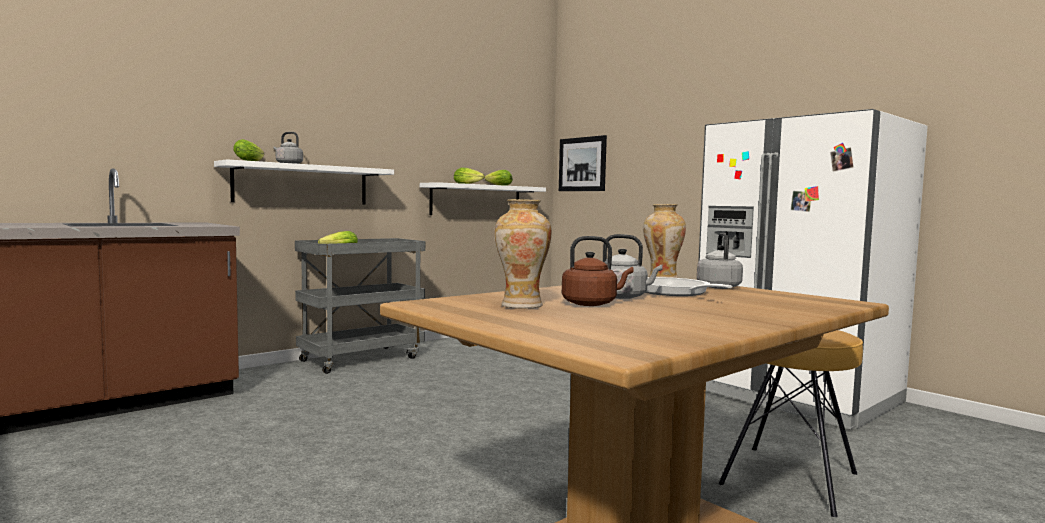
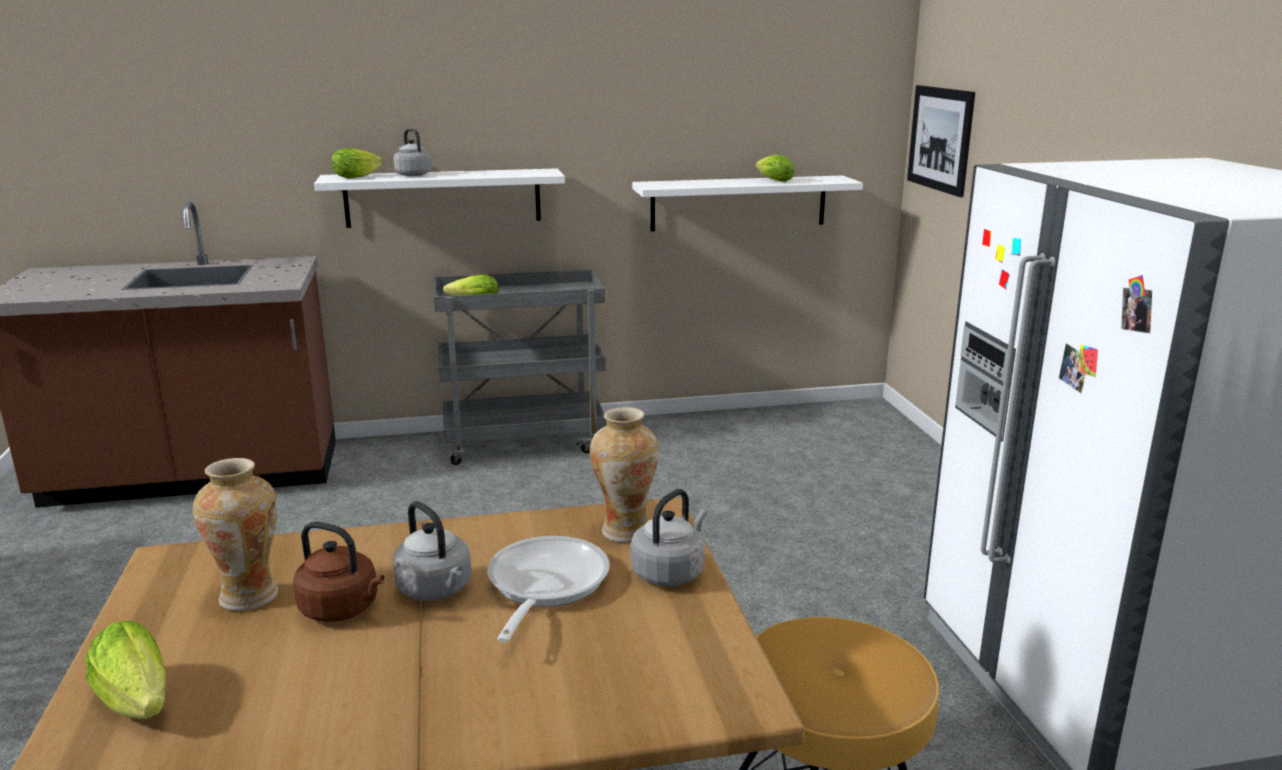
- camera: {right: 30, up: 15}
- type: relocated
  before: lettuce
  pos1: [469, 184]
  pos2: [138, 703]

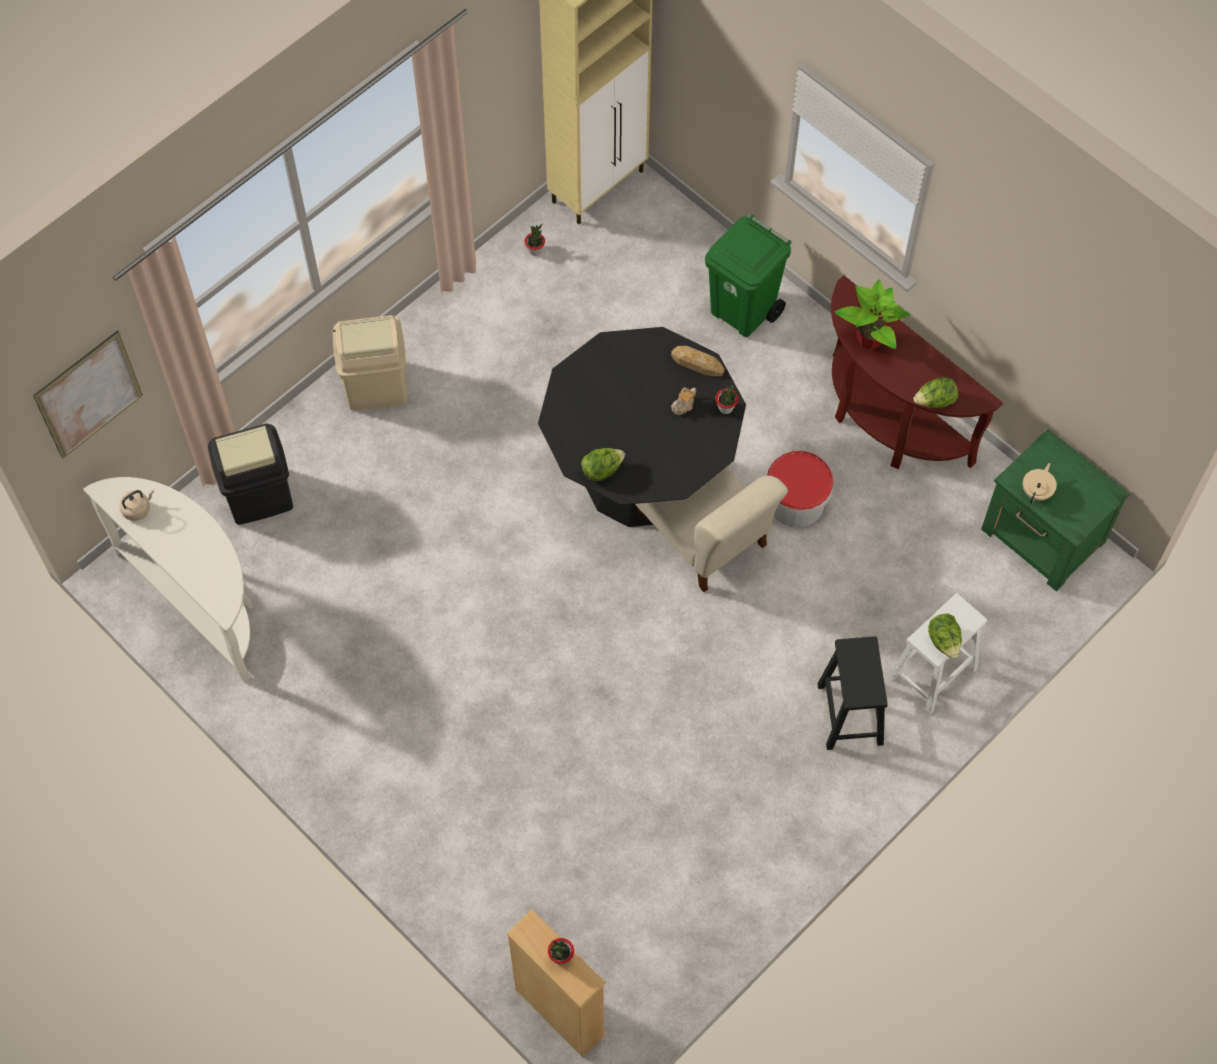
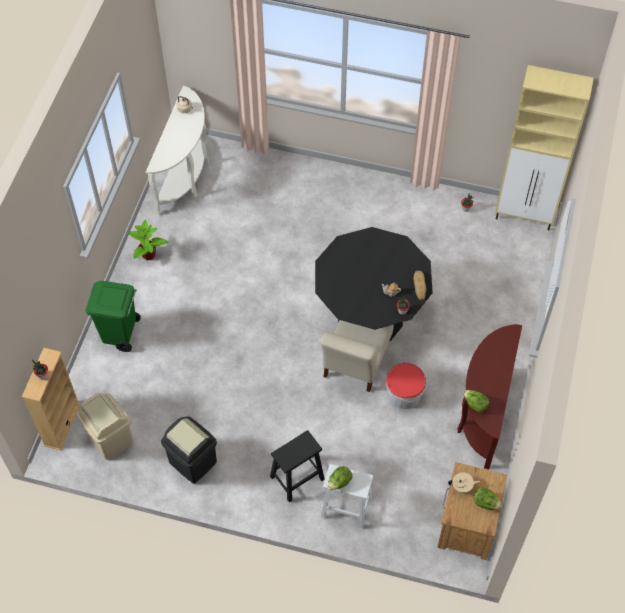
- camera: {right: 60, up: -5}
- type: missing
  before: picture
  pos1: [89, 394]
- type: relocated
  before: black trash can
  pos1: [259, 496]
  pos2: [192, 462]
- type: relocated
  before: beige trash can
  pos1: [376, 386]
  pos2: [110, 439]
- type: relocated
  before: lettuce
  pos1: [602, 470]
  pos2: [485, 503]
- type: relocated
  before: green trash can
  pos1: [743, 311]
  pos2: [120, 334]
- type: relocated
  before: potted plant
  pos1: [870, 339]
  pos2: [148, 255]
- type: colour
  before: green nightstand
  after: brown nightstand
  pos1: [1043, 537]
  pos2: [466, 525]

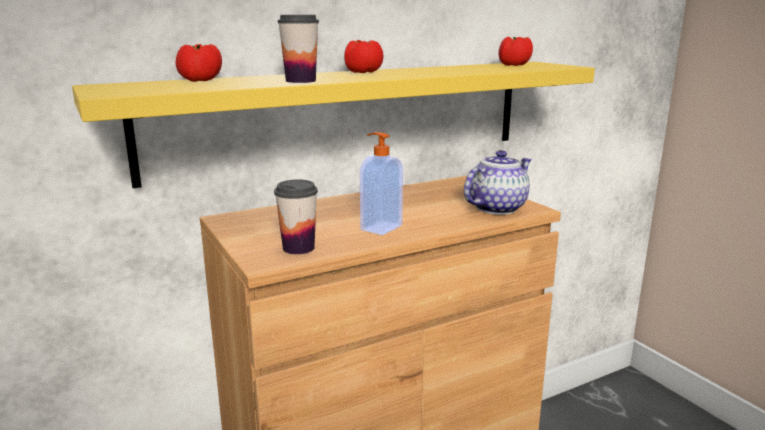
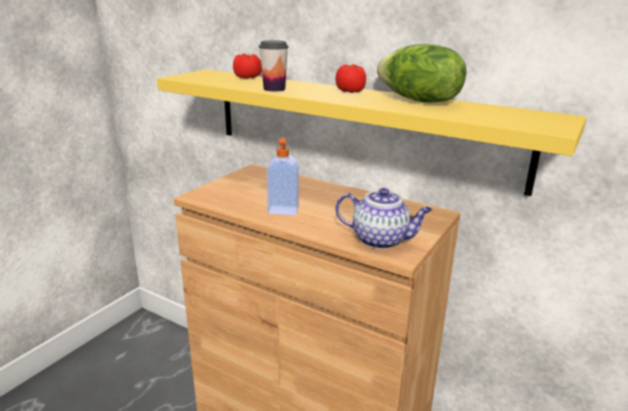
- camera: {right: 60, up: 5}
- type: missing
  before: cup
  pos1: [298, 248]
- type: missing
  before: tomato
  pos1: [513, 65]
- type: appeared
  after: lettuce
  pos2: [418, 101]

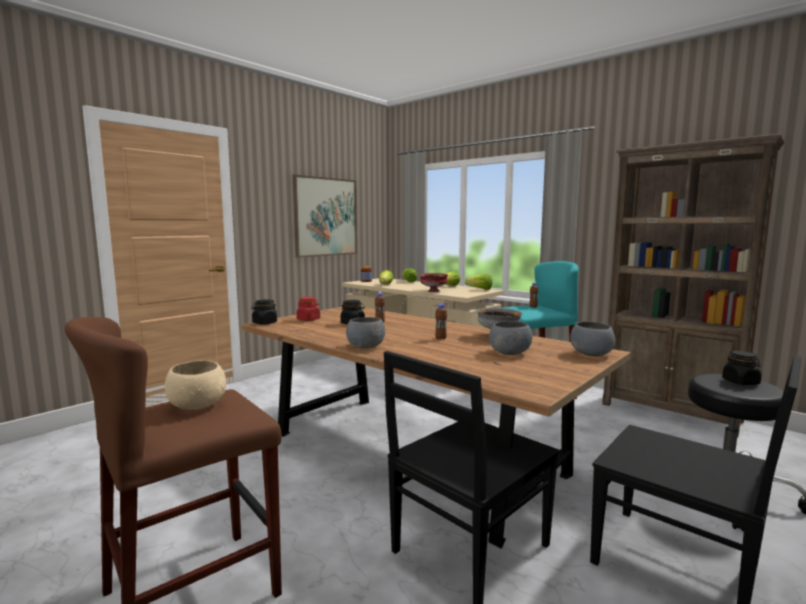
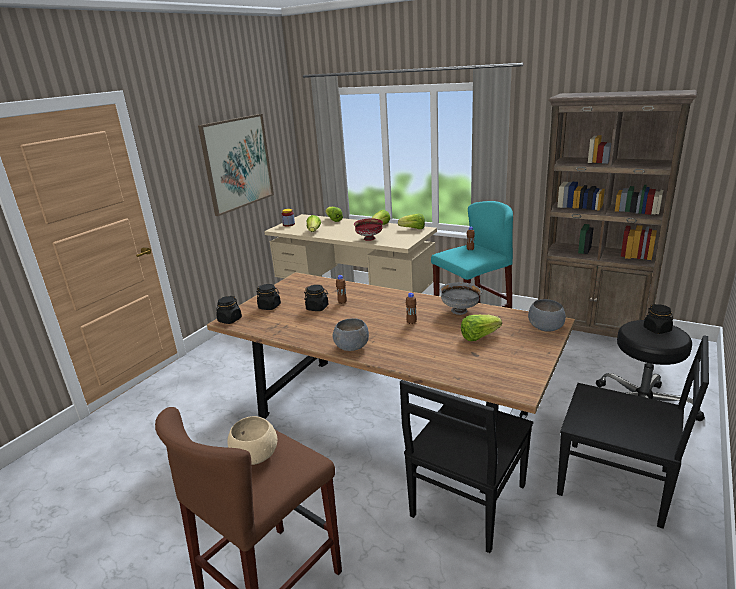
- camera: {right: -10, up: 15}
- type: exchanged
  before: grey bowl
  after: lettuce
  pos1: [509, 353]
  pos2: [479, 336]
- type: colour
  before: red jar
  after: black jar
  pos1: [308, 319]
  pos2: [269, 306]

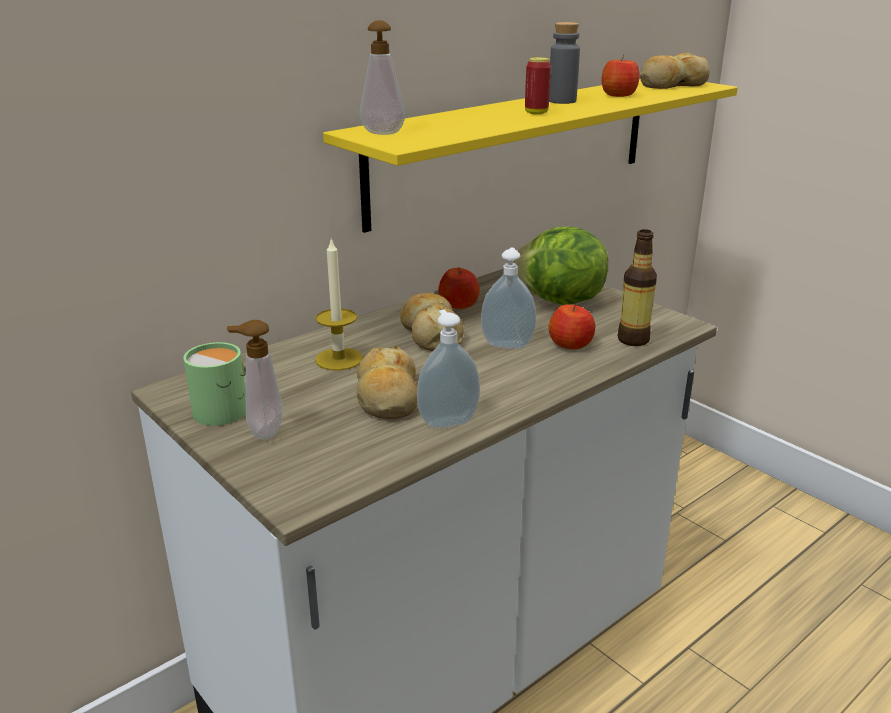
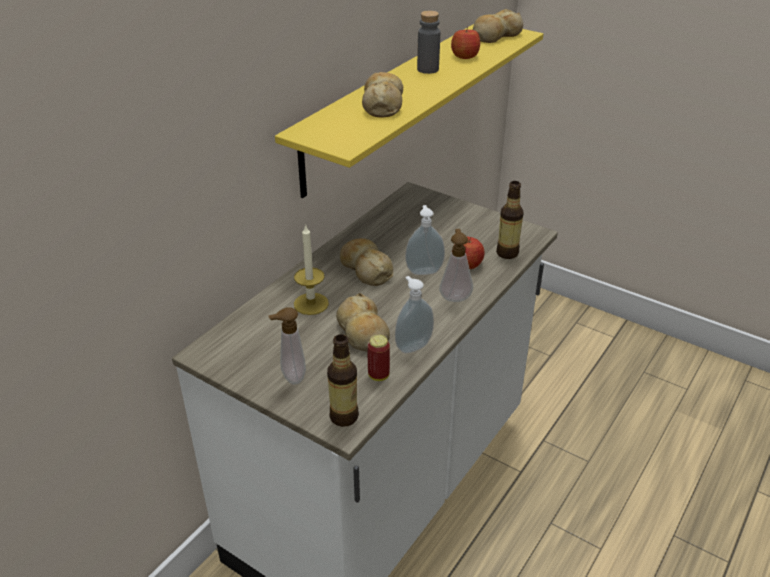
- camera: {right: -15, up: 10}
- type: missing
  before: green mug
  pos1: [225, 408]
- type: missing
  before: apple
  pos1: [459, 305]
- type: missing
  before: lettuce
  pos1: [559, 301]
- type: appeared
  after: bottle
  pos2: [344, 416]
- type: appeared
  after: bread
  pos2: [383, 104]
- type: relocated
  before: soap dispenser
  pos1: [384, 132]
  pos2: [455, 297]
- type: relocated
  before: can
  pos1: [536, 113]
  pos2: [378, 375]

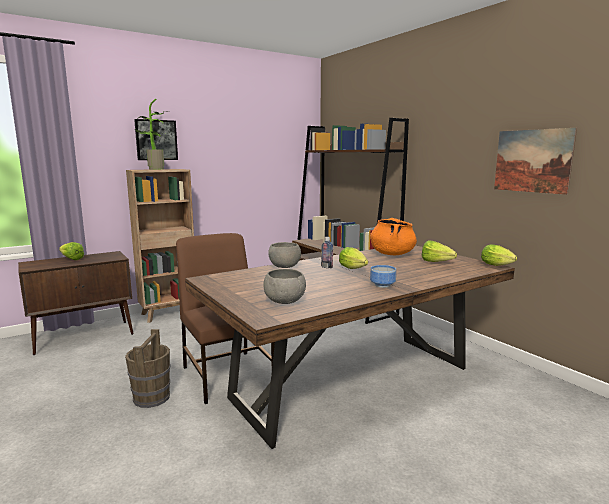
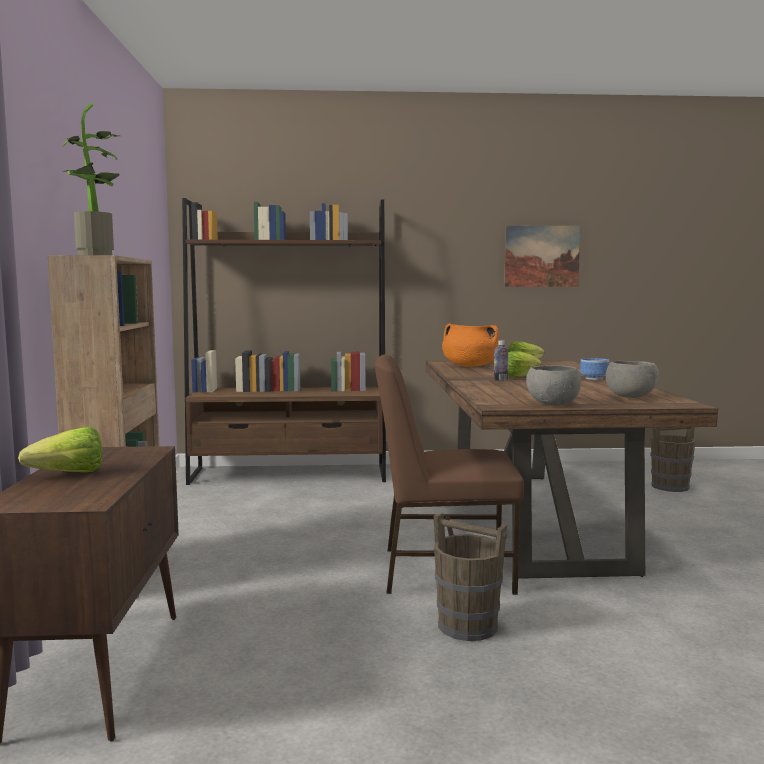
- camera: {right: -60, up: -5}
- type: missing
  before: picture
  pos1: [156, 140]
- type: missing
  before: lettuce
  pos1: [498, 265]
- type: appeared
  after: brown bucket
  pos2: [670, 486]
- type: relocated
  before: grey bowl
  pos1: [284, 267]
  pos2: [553, 404]

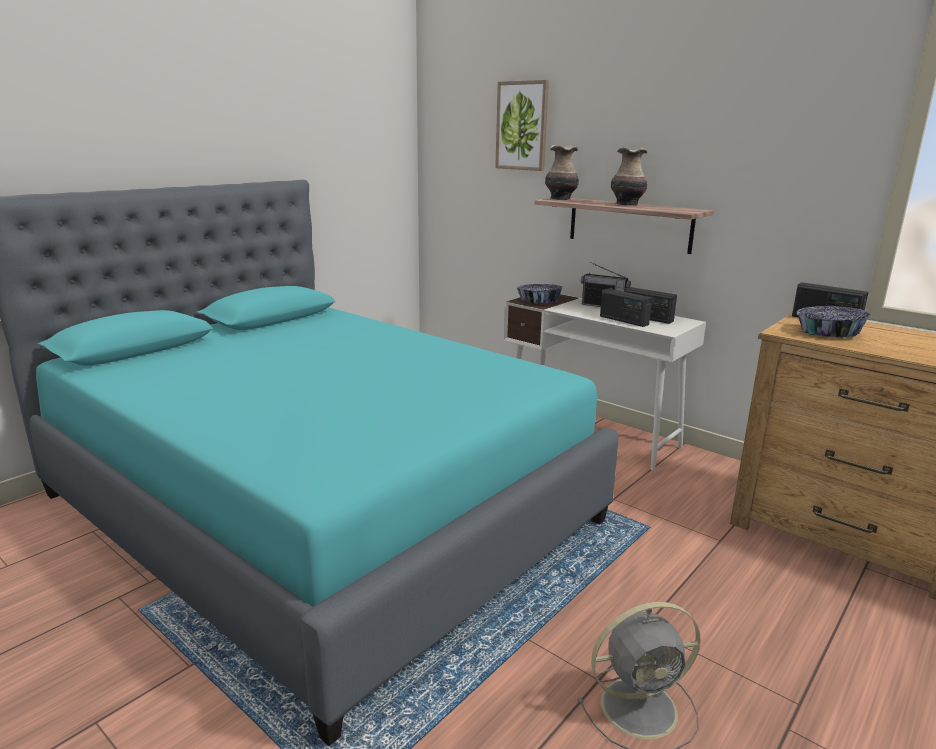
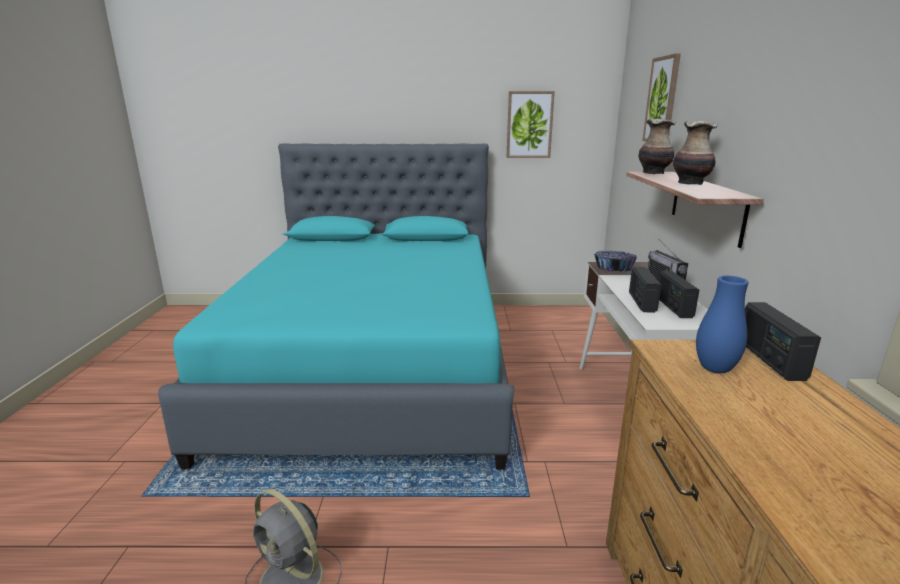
- camera: {right: 50, up: 0}
- type: appeared
  after: picture
  pos2: [529, 125]
- type: exchanged
  before: bowl
  after: blue vase
  pos1: [828, 333]
  pos2: [715, 369]

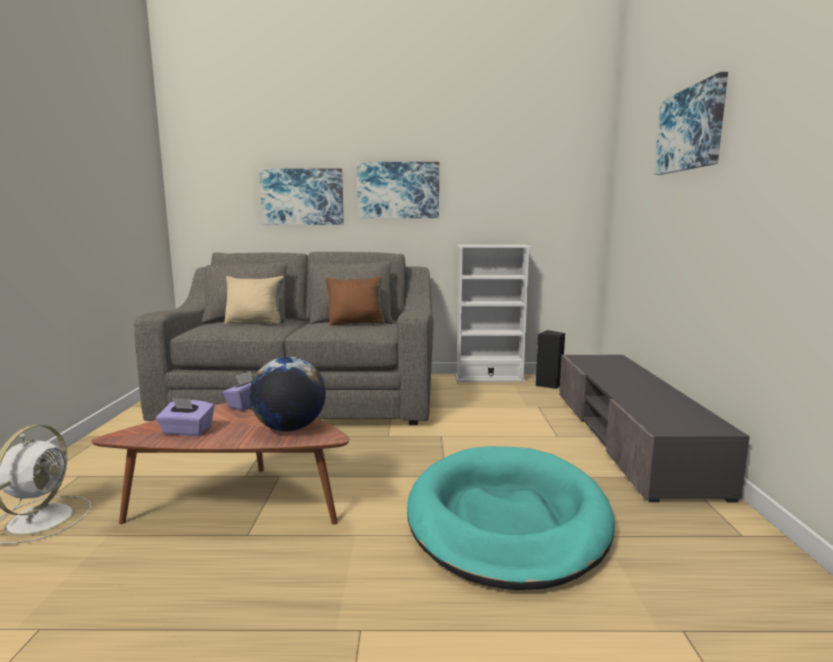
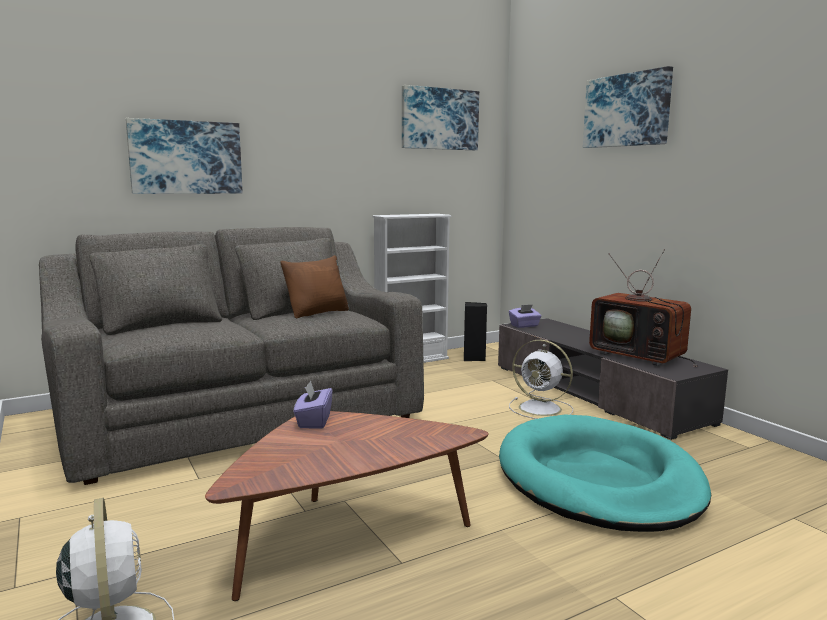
- camera: {right: -30, up: 0}
- type: missing
  before: beige pillow
  pos1: [255, 322]
- type: missing
  before: globe
  pos1: [289, 428]
- type: appeared
  after: white fan
  pos2: [542, 409]
- type: appeared
  after: television
  pos2: [640, 356]
- type: relocated
  before: purple tissue box
  pos1: [187, 431]
  pos2: [524, 326]
- type: relocated
  before: picture
  pos1: [398, 190]
  pos2: [439, 119]

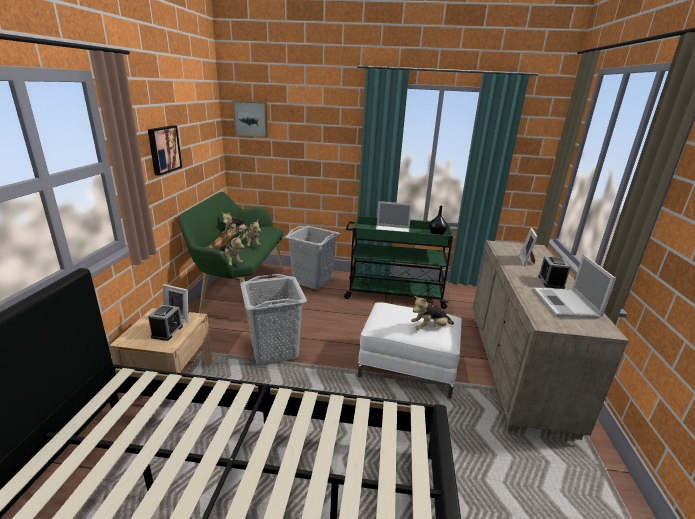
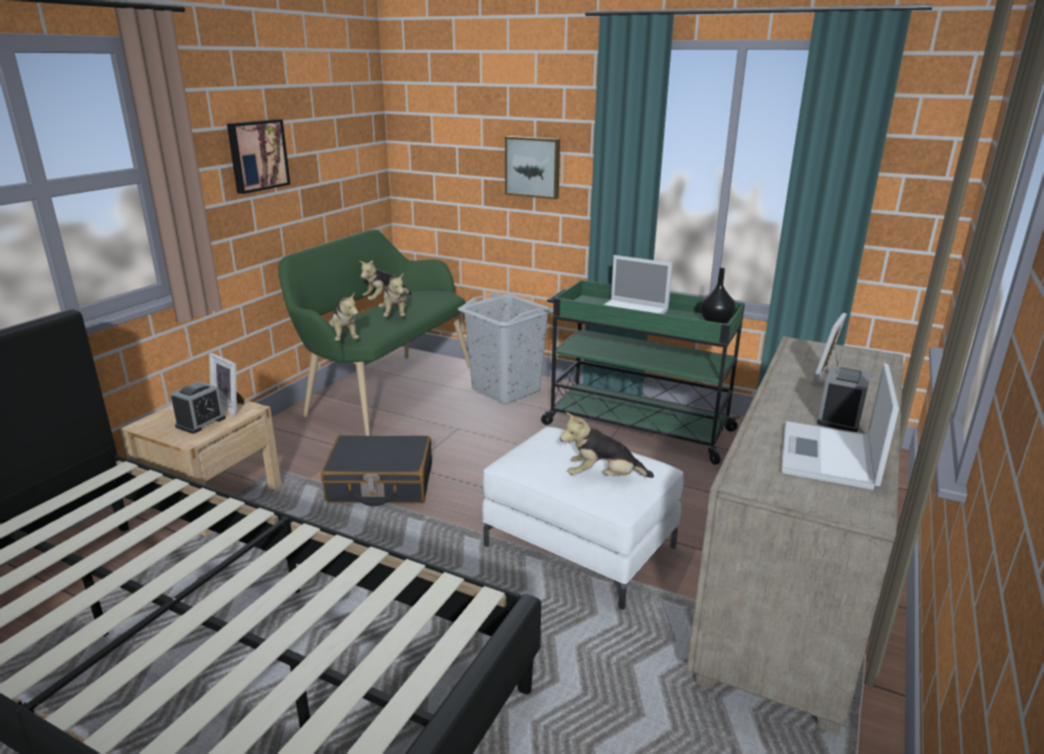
- camera: {right: 20, up: 0}
- type: relocated
  before: picture
  pos1: [251, 118]
  pos2: [533, 167]
- type: exchanged
  before: grey laundry basket
  after: black suitcase
  pos1: [275, 350]
  pos2: [380, 484]

